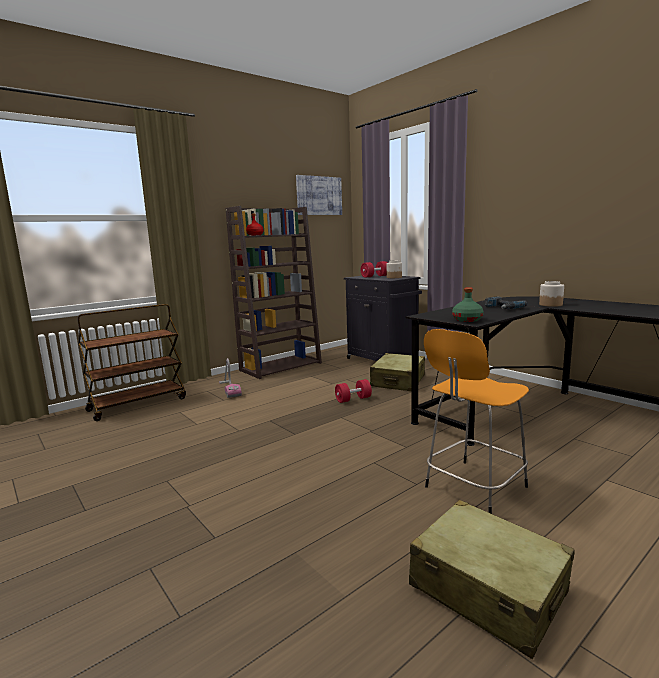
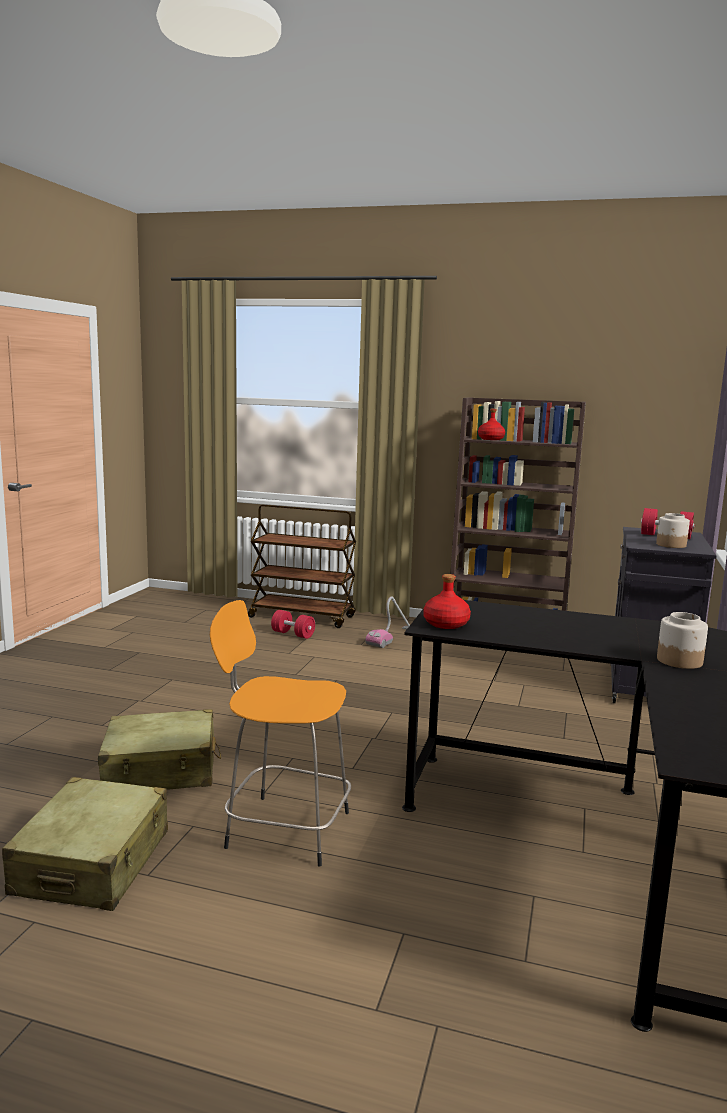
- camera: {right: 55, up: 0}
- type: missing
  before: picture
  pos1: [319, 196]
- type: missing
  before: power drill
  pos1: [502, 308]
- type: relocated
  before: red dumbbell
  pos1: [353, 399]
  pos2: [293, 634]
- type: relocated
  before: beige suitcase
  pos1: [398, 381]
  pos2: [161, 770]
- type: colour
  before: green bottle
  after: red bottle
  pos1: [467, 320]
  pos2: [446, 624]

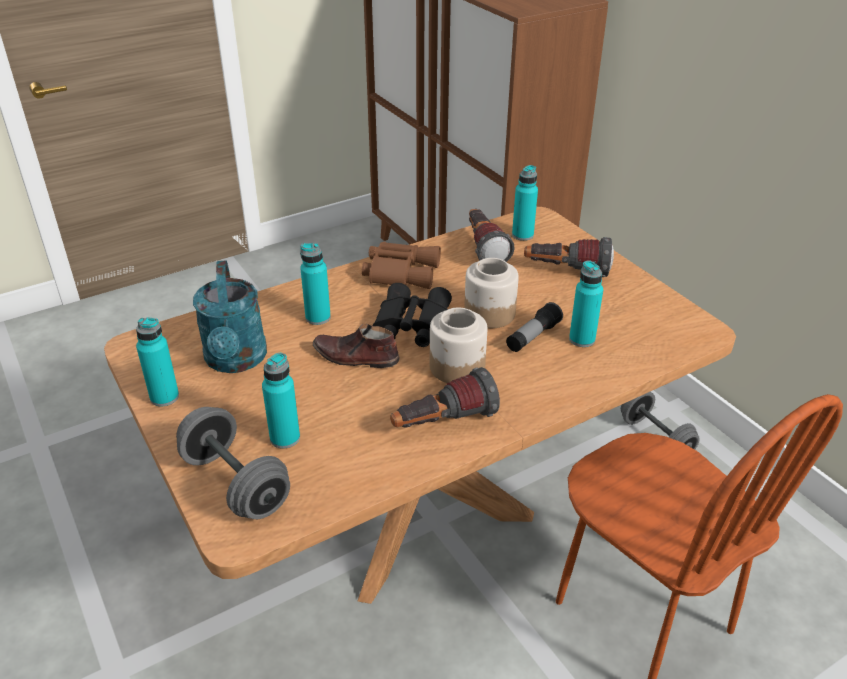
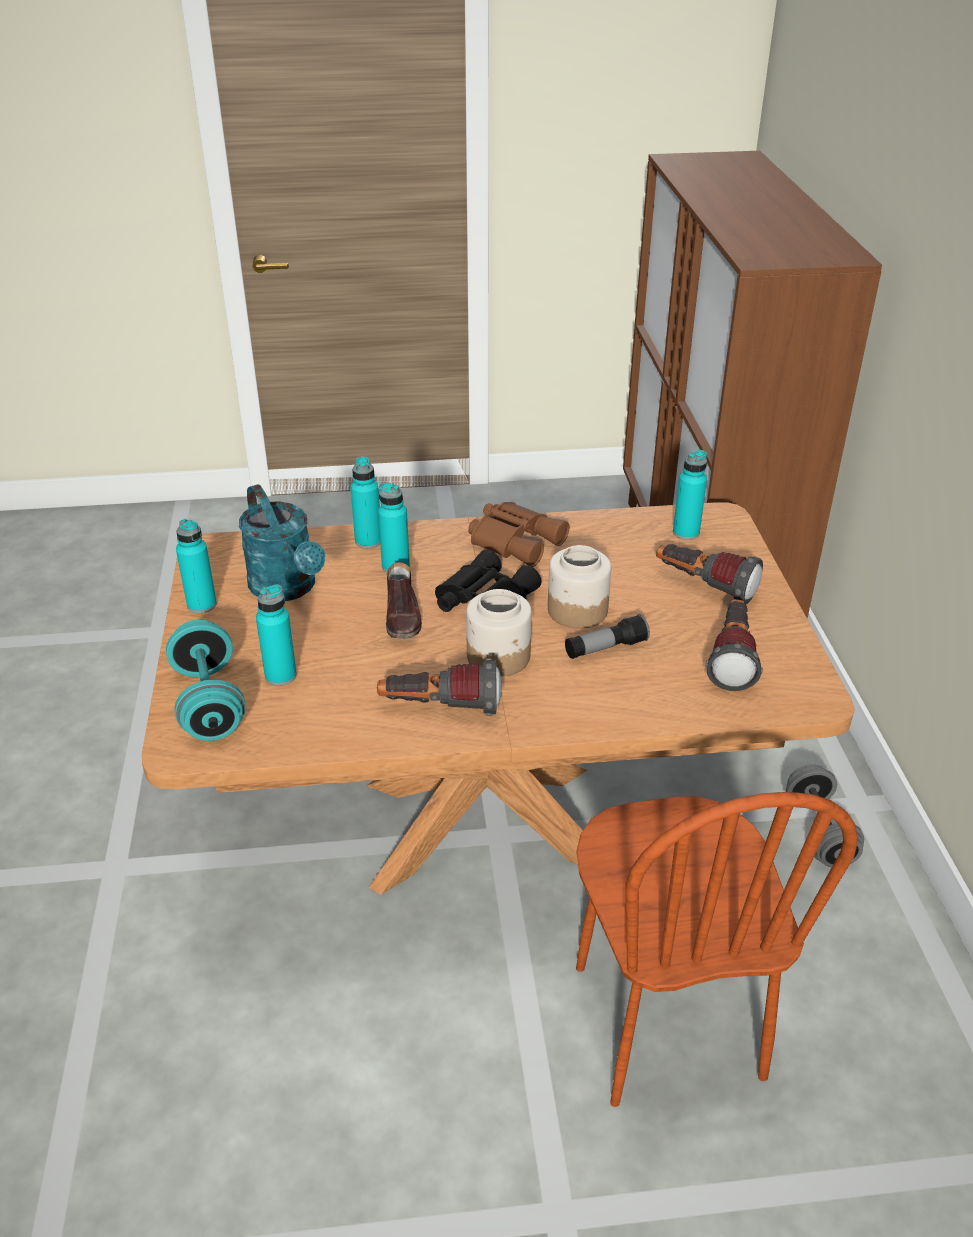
- camera: {right: 25, up: 0}
- type: relocated
  before: flashlight
  pos1: [483, 248]
  pos2: [732, 658]
- type: relocated
  before: turquoise bottle
  pos1: [582, 339]
  pos2: [368, 541]
- type: colour
  before: grey dumbbell
  after: turquoise dumbbell
  pos1: [236, 483]
  pos2: [209, 703]
- type: spun
  before: turquoise watering can
  pos1: [236, 361]
  pos2: [288, 588]
  turn: -45
- type: spun
  before: brown shoe
  pos1: [355, 357]
  pos2: [403, 617]
  turn: -135

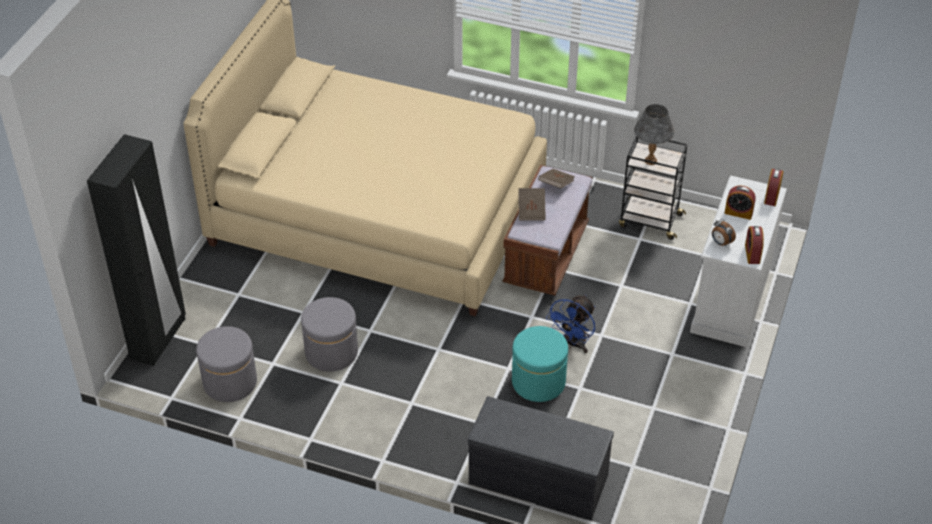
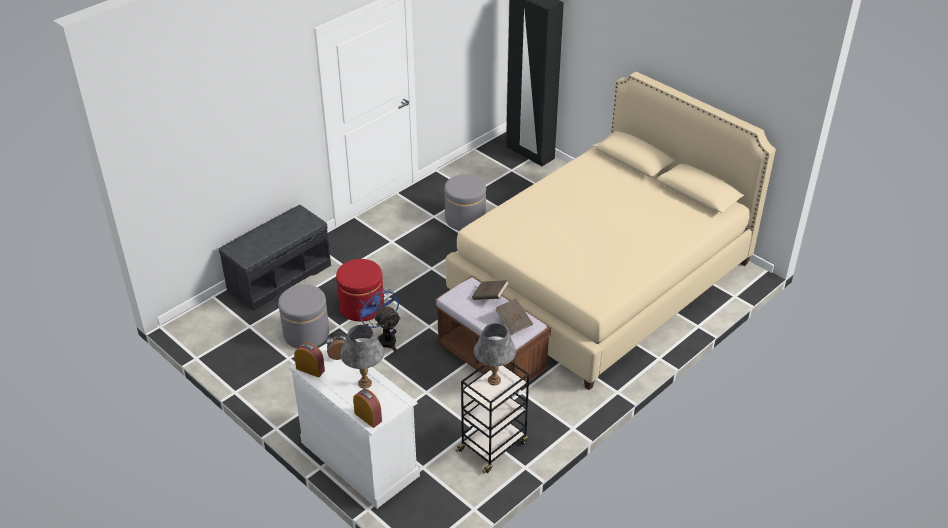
- camera: {right: 115, up: -5}
- type: relocated
  before: grey ottoman
  pos1: [230, 382]
  pos2: [306, 334]
- type: exchanged
  before: alarm clock
  after: grey table lamp
  pos1: [738, 213]
  pos2: [365, 383]
- type: colour
  before: turquoise ottoman
  after: red ottoman
  pos1: [538, 382]
  pos2: [362, 307]

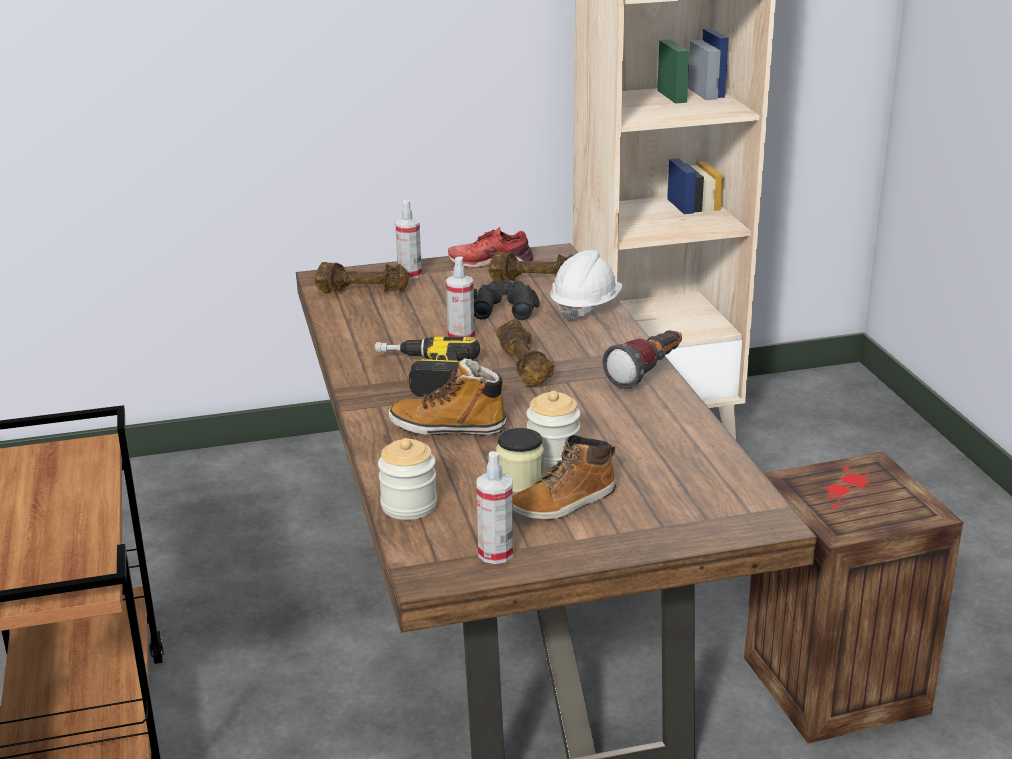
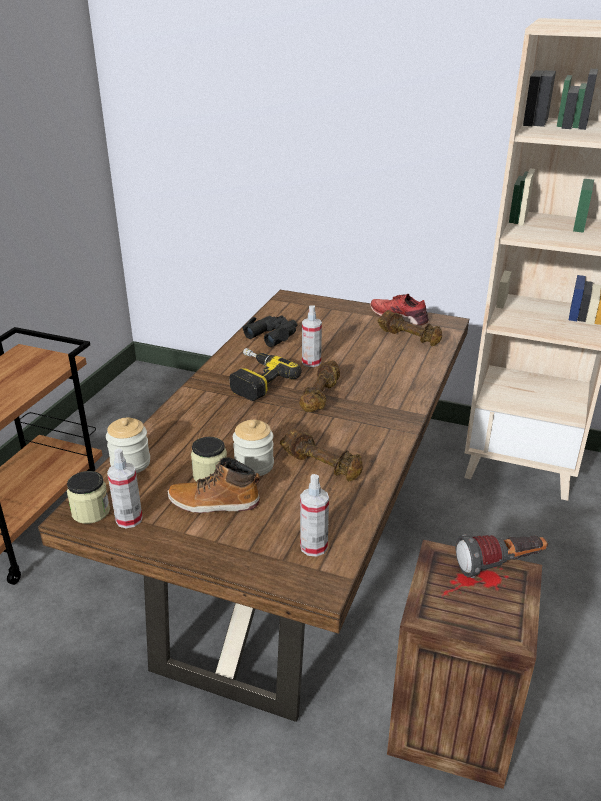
- camera: {right: 35, up: 5}
- type: missing
  before: boot
  pos1: [449, 428]
- type: missing
  before: white hard hat
  pos1: [585, 307]
- type: appeared
  after: jar
  pos2: [91, 512]
- type: relocated
  before: brown dumbbell
  pos1: [363, 290]
  pos2: [322, 465]
- type: relocated
  before: spray bottle
  pos1: [409, 275]
  pos2: [313, 546]
- type: relocated
  before: black binoculars
  pos1: [504, 307]
  pos2: [273, 335]
- type: relocated
  before: flashlight
  pos1: [647, 373]
  pos2: [500, 565]

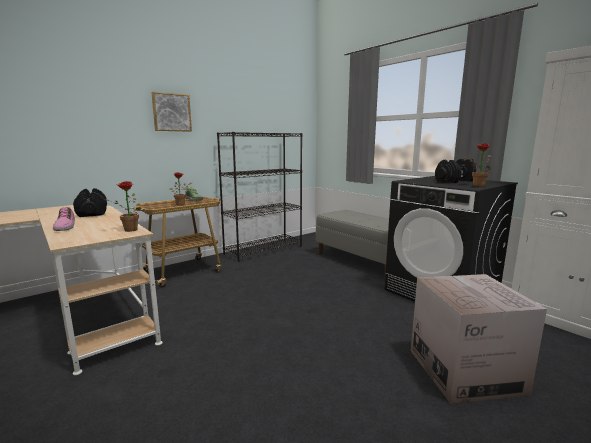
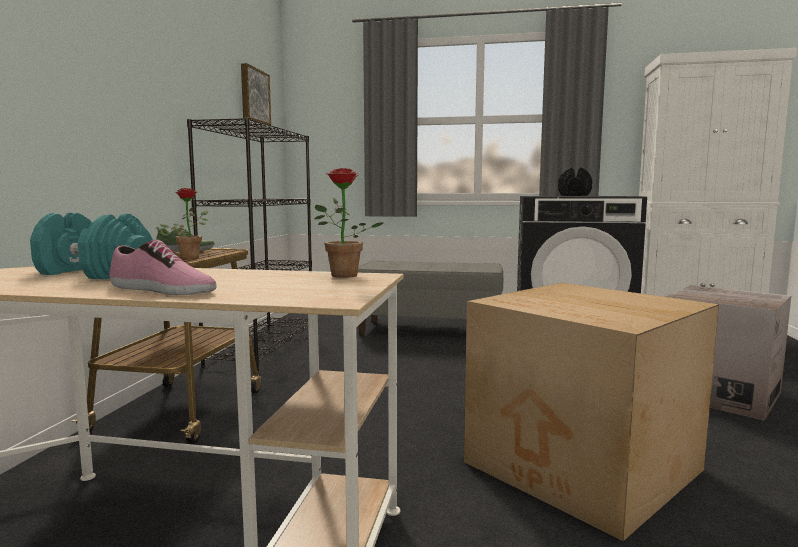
- camera: {right: -40, up: -5}
- type: missing
  before: potted plant
  pos1: [476, 185]
- type: appeared
  after: cardboard box
  pos2: [583, 467]
- type: relocated
  before: picture
  pos1: [171, 112]
  pos2: [253, 96]
- type: colour
  before: black dumbbell
  after: turquoise dumbbell
  pos1: [92, 213]
  pos2: [95, 273]

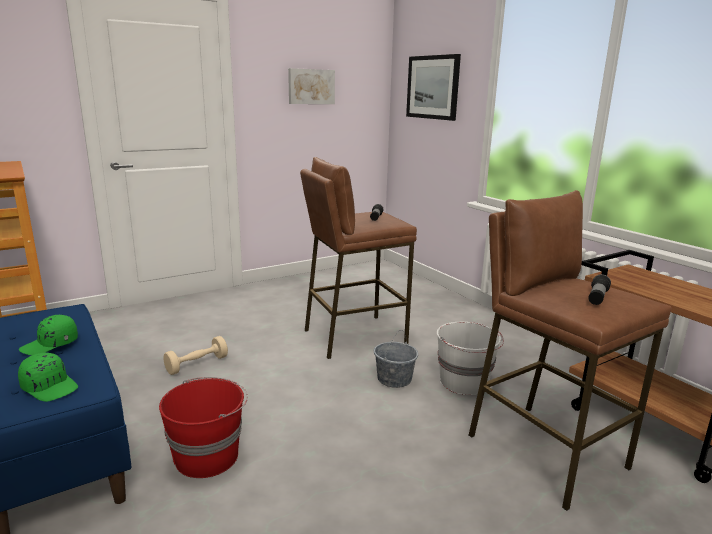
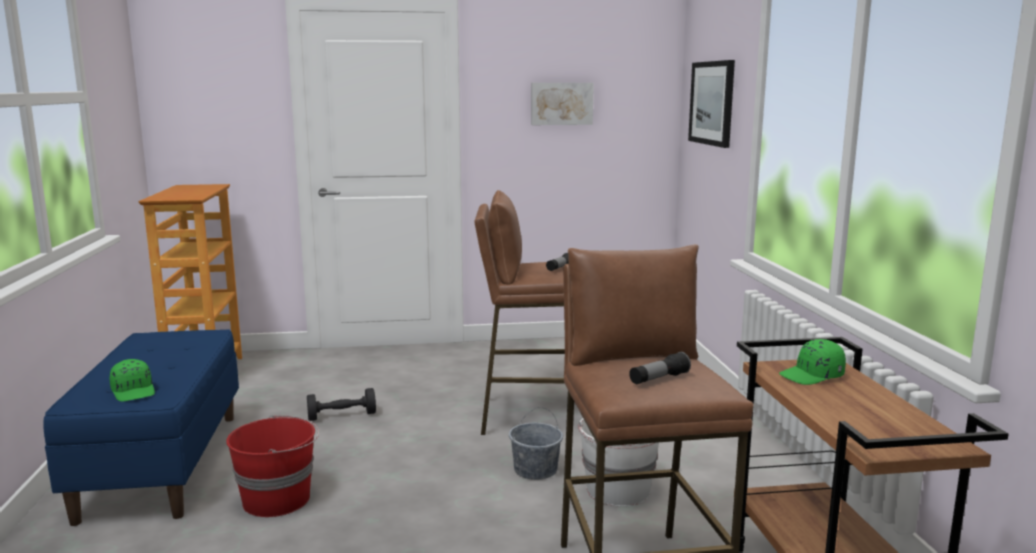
- camera: {right: 25, up: -5}
- type: relocated
  before: green cap
  pos1: [50, 345]
  pos2: [812, 376]
- type: colour
  before: beige dumbbell
  after: black dumbbell
  pos1: [197, 364]
  pos2: [342, 416]

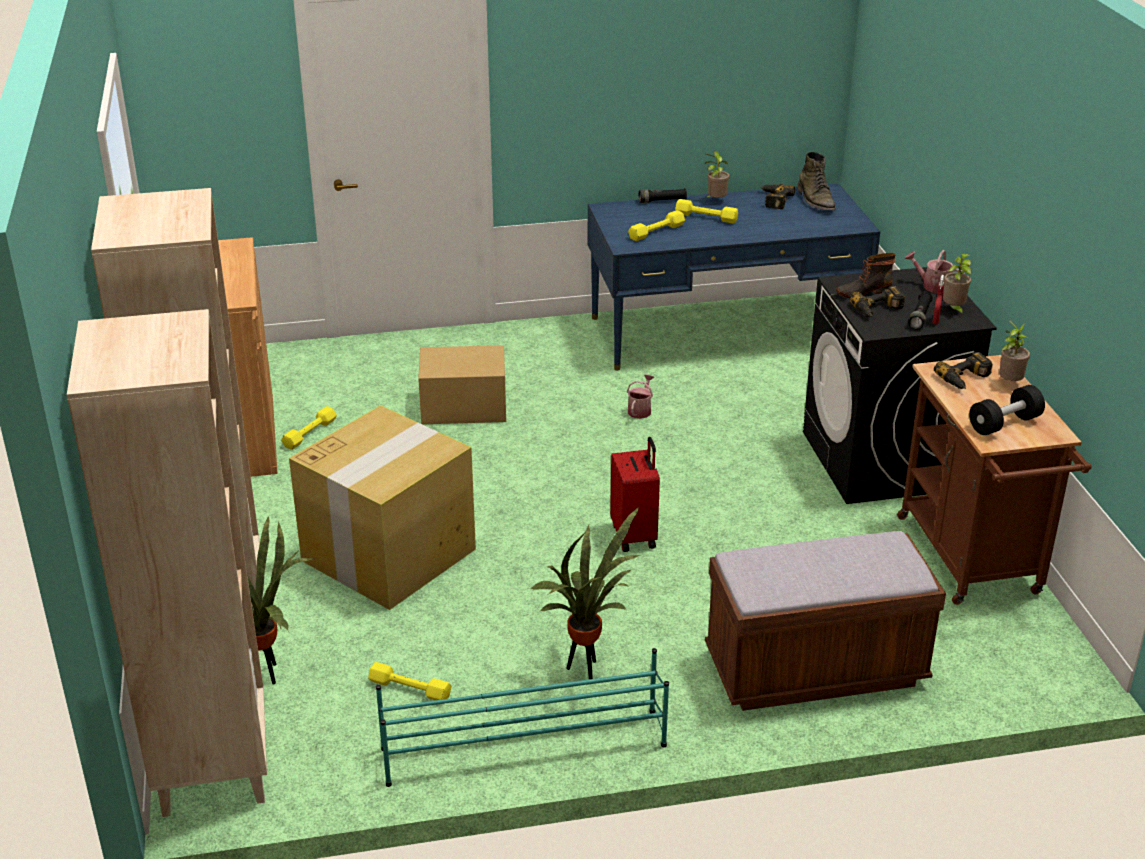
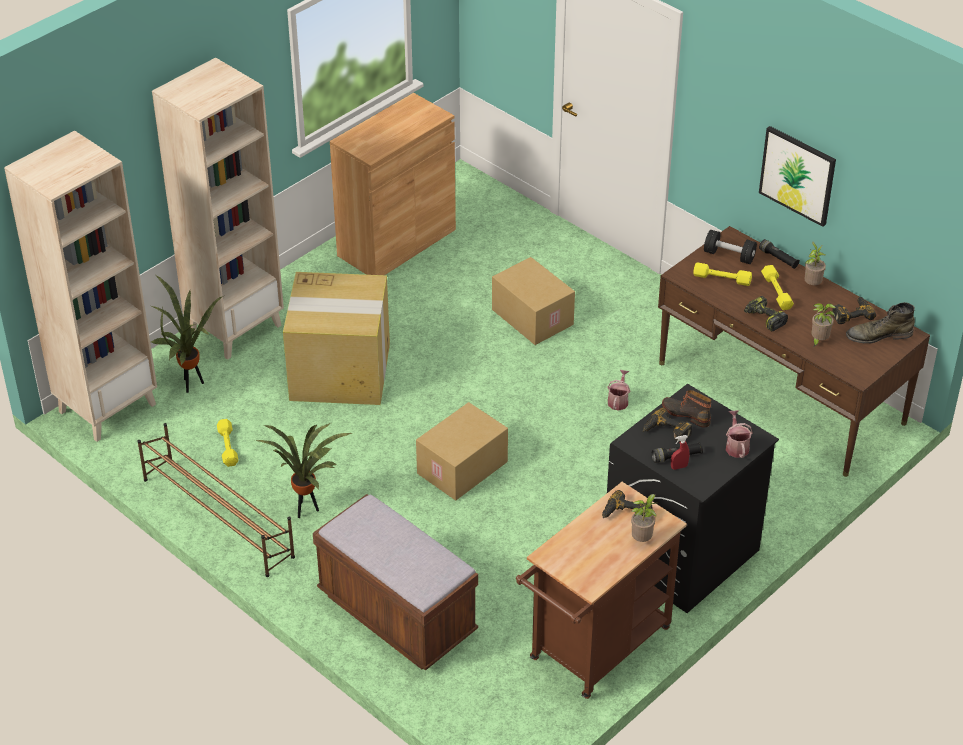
- camera: {right: 55, up: 10}
- type: missing
  before: yellow dumbbell
  pos1: [310, 433]
- type: appeared
  after: power drill
  pos2: [764, 318]
- type: appeared
  after: picture
  pos2: [798, 175]
- type: relocated
  before: potted plant
  pos1: [953, 310]
  pos2: [818, 341]
- type: relocated
  before: black dumbbell
  pos1: [1004, 424]
  pos2: [729, 255]
- type: exchanged
  before: red suitcase
  after: cardboard box
  pos1: [635, 536]
  pos2: [462, 468]
- type: colour
  before: turquoise shoe rack
  after: brown shoe rack
  pos1: [522, 747]
  pos2: [217, 517]
- type: colour
  before: blue desk
  after: brown desk
  pos1: [724, 331]
  pos2: [780, 393]
- type: spun
  before: watering can
  pos1: [640, 410]
  pos2: [618, 400]
  turn: -60
- type: spun
  before: green boot
  pos1: [815, 200]
  pos2: [878, 335]
  turn: 45

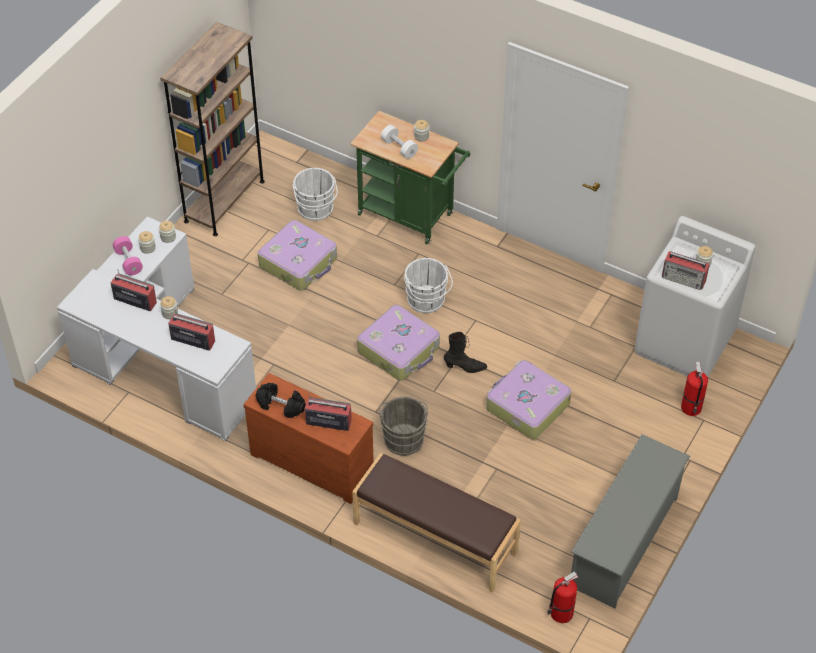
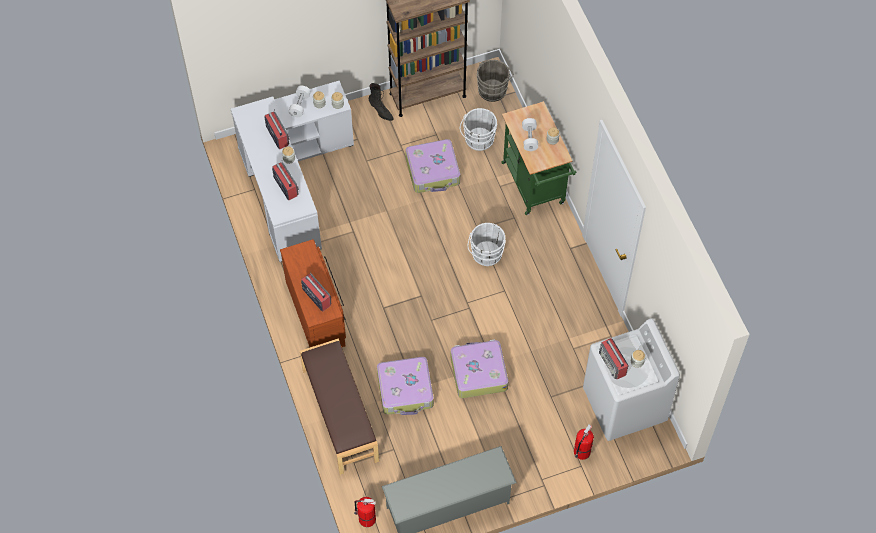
- camera: {right: 40, up: 10}
- type: missing
  before: black dumbbell
  pos1: [281, 405]
- type: relocated
  before: suitcase
  pos1: [399, 350]
  pos2: [405, 390]
- type: relocated
  before: grey bucket
  pos1: [403, 438]
  pos2: [493, 89]
- type: relocated
  before: black boot
  pos1: [465, 367]
  pos2: [381, 112]
- type: colour
  before: pink dumbbell
  after: white dumbbell
  pos1: [128, 261]
  pos2: [300, 105]

